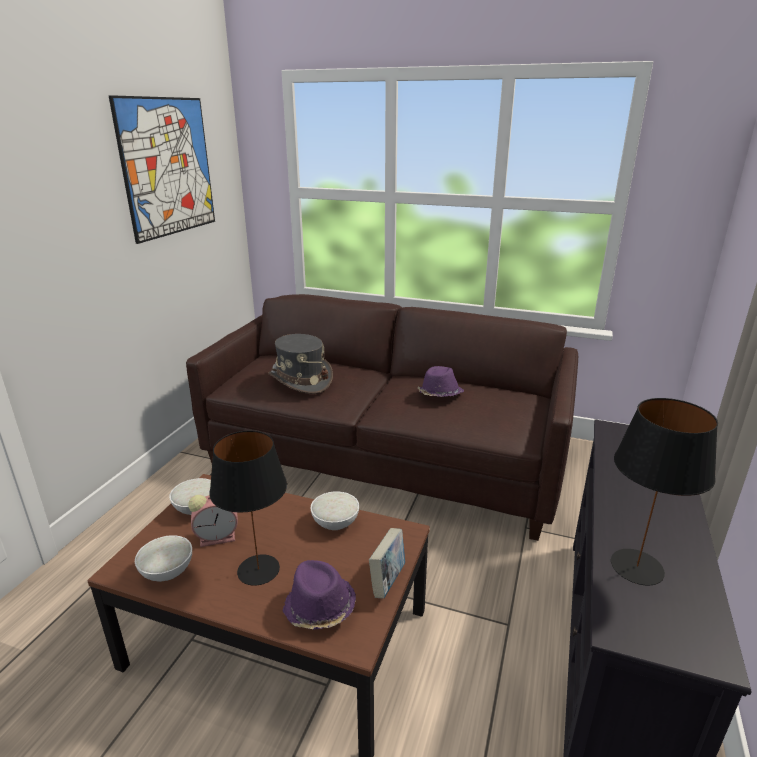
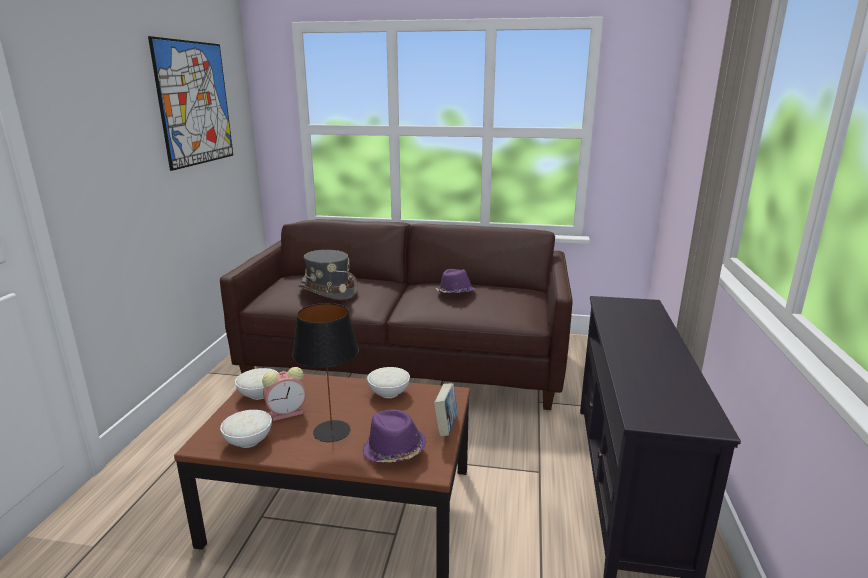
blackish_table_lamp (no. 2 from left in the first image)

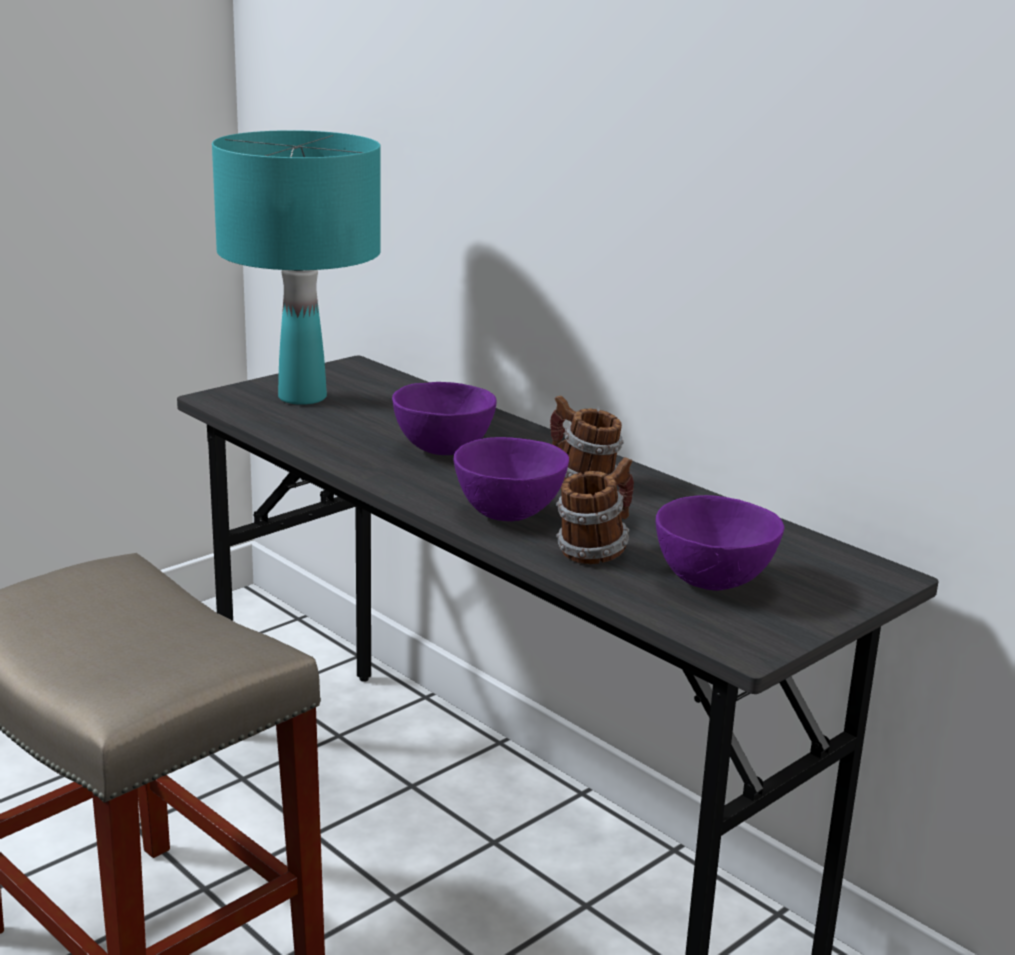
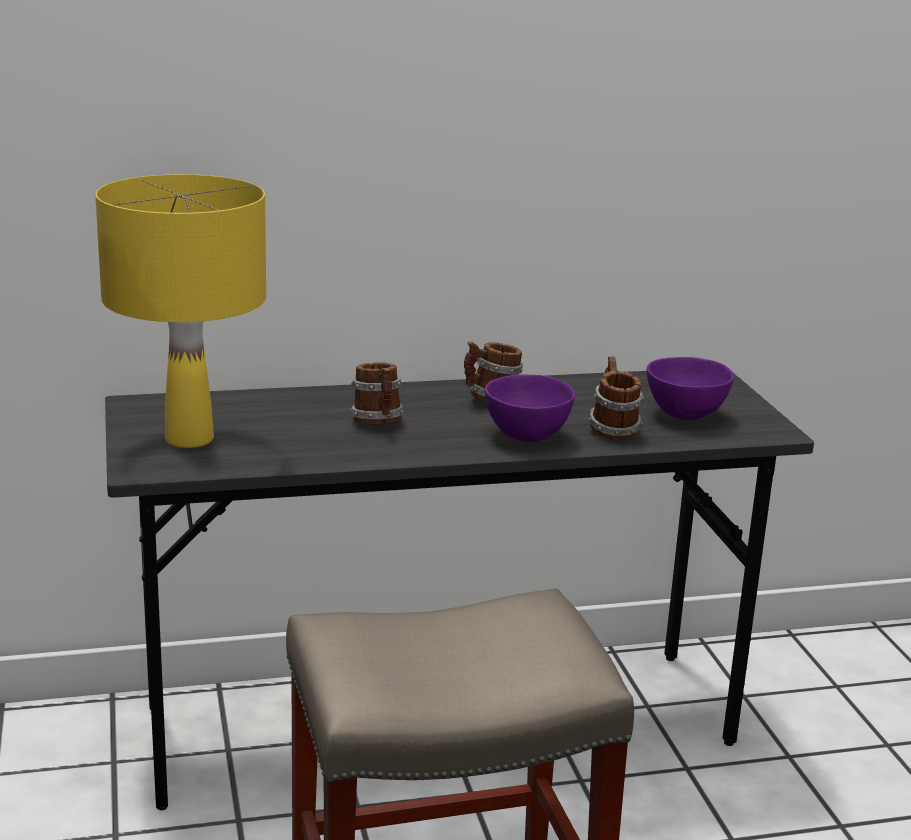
coffee_mug (no. 1 from left)
yellowish_table_lamp

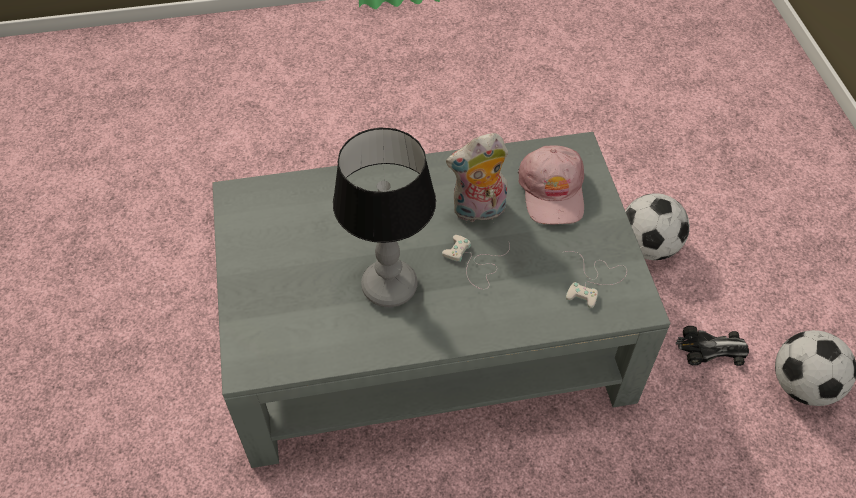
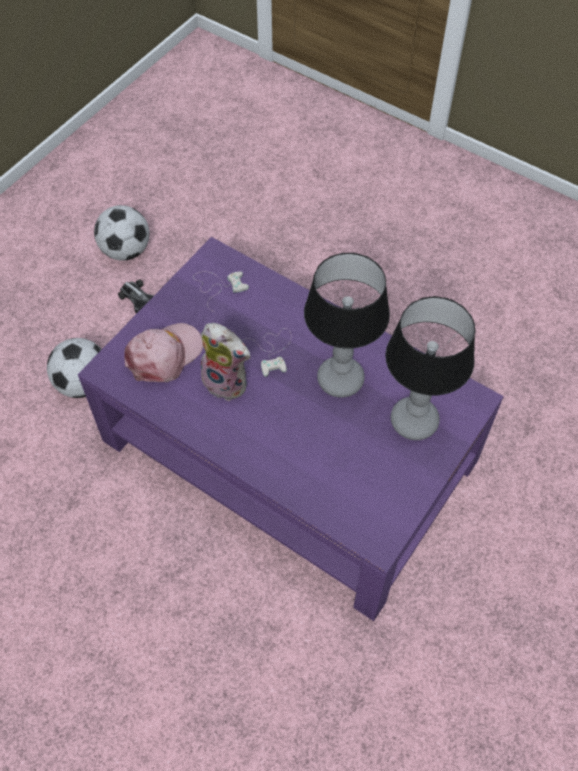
table_lamp (no. 2 from left)
purple_low_table

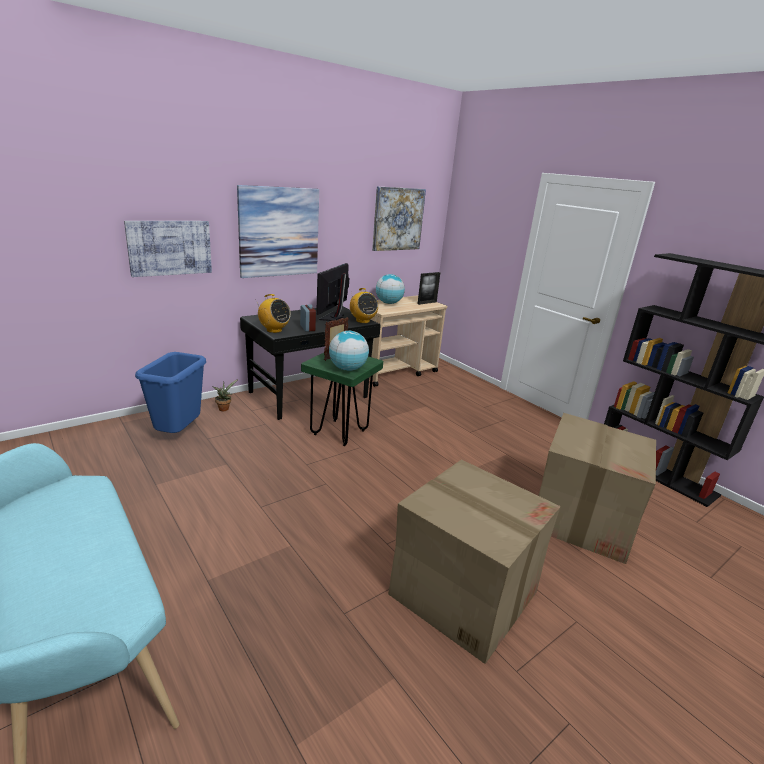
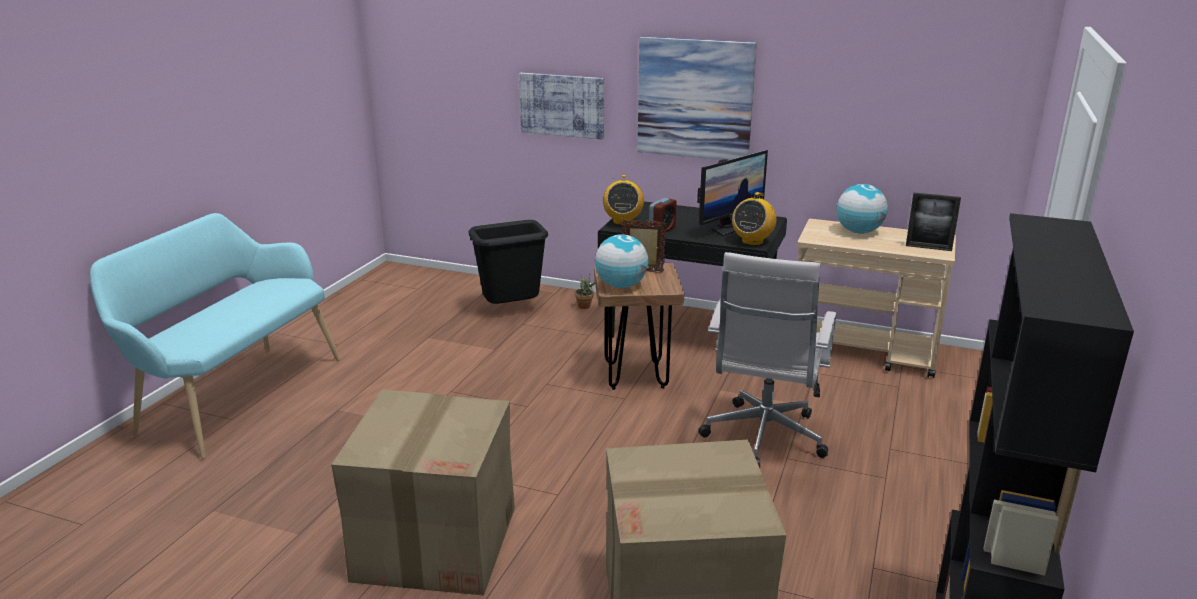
wall_art (no. 3 from left in the first image)
whitish_desk_chair
blackish_rubbish_bin
brownish_stool_seat
computer_display

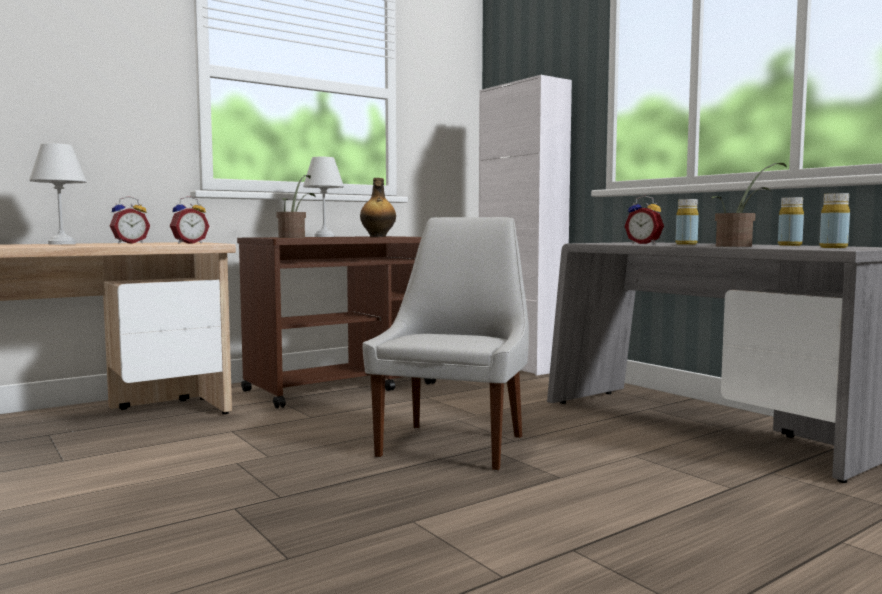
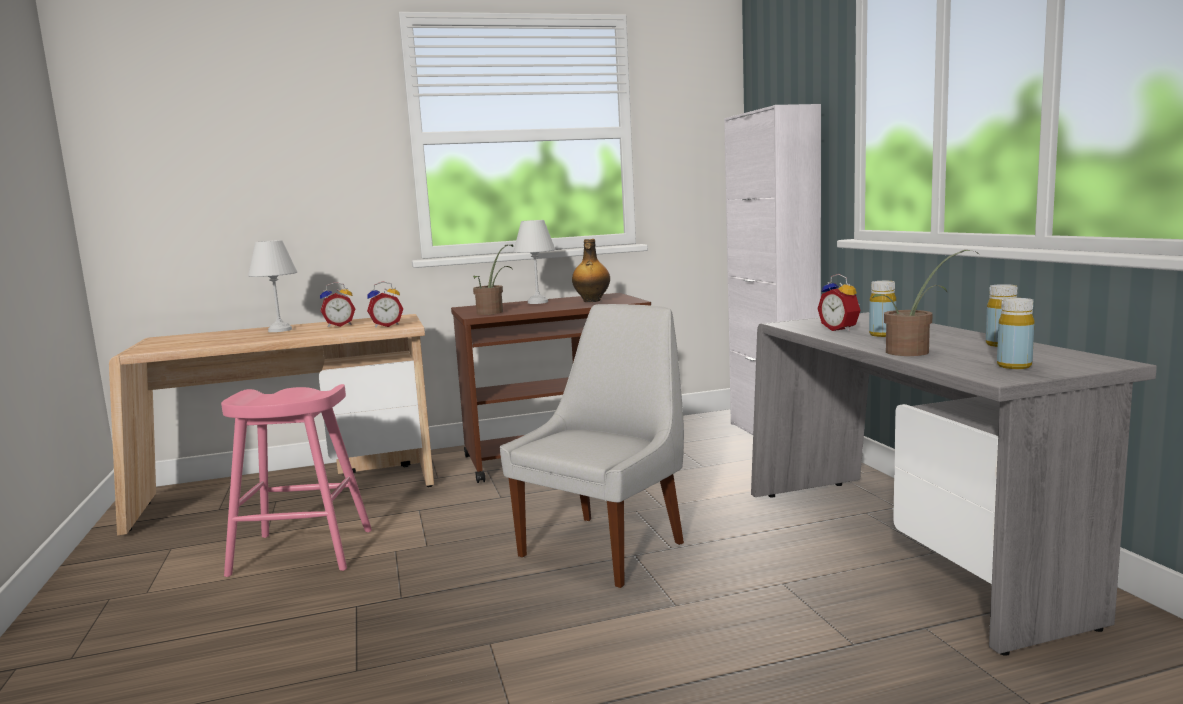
pinkish_stool_seat

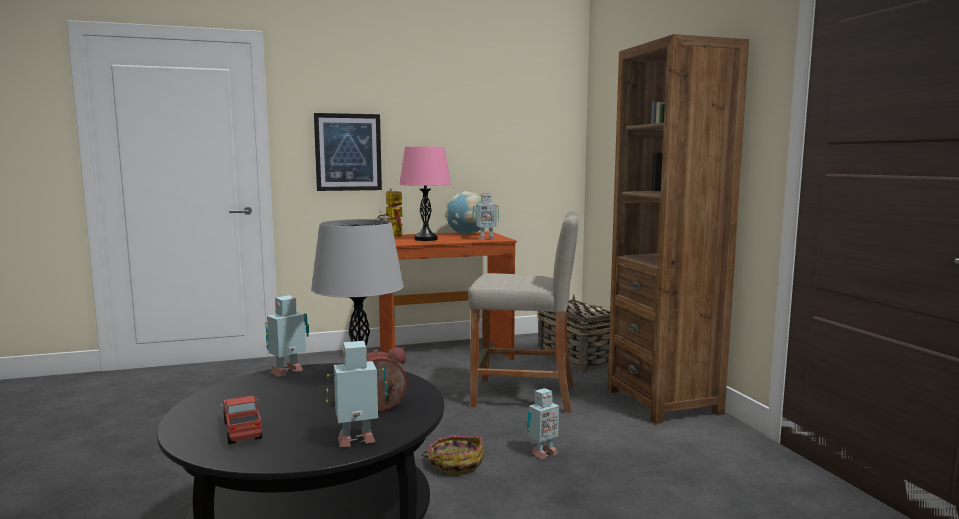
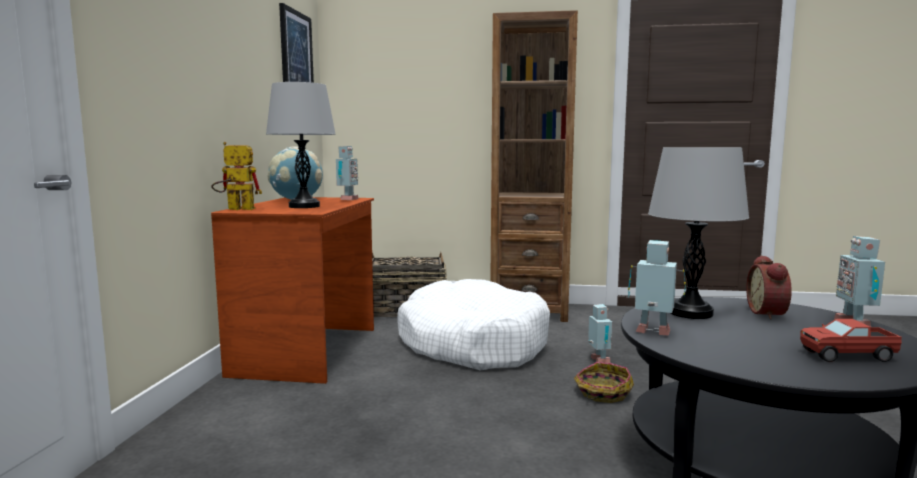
wall_art
whitish_dog_cushion
grey_table_lamp (no. 1 from left)
toy_robot (no. 4 from left)

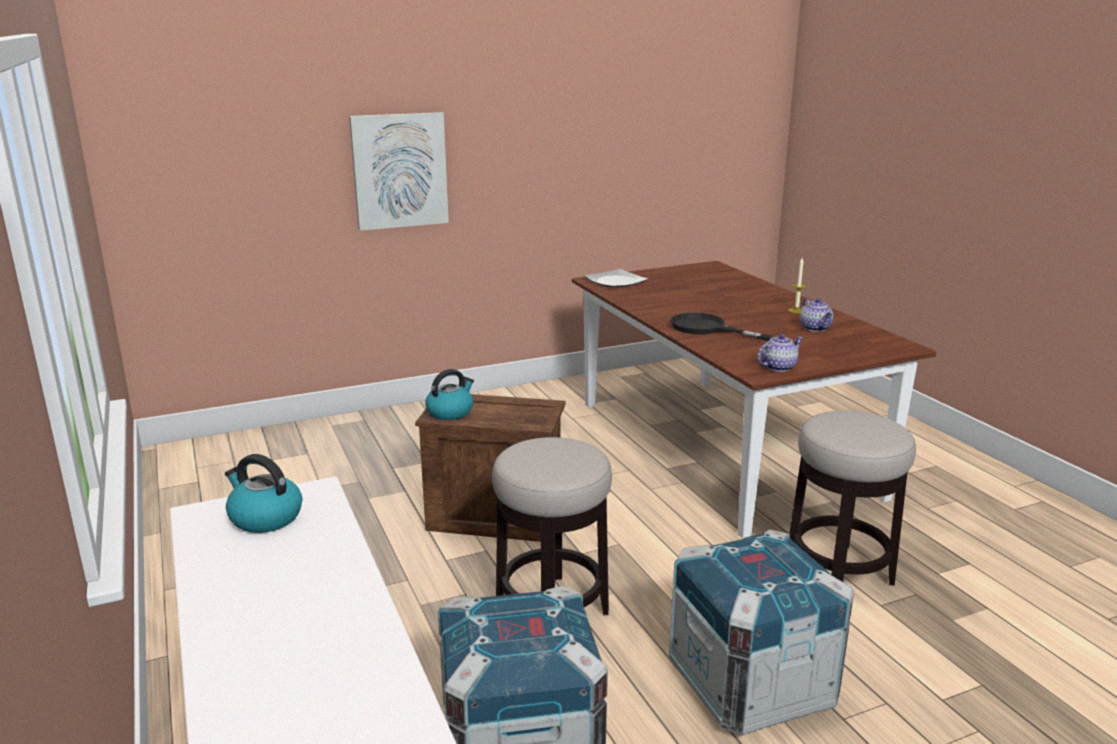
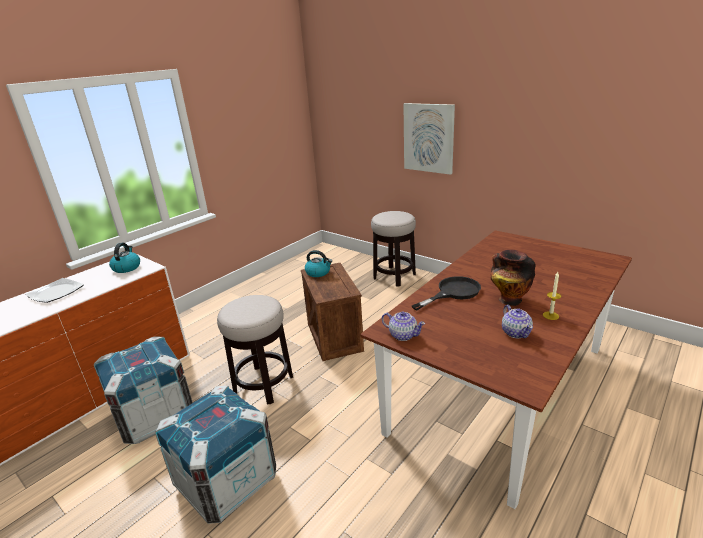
vase
dinner_plate
stool_seat (no. 2 from left)
blackish_skillet
teapot (no. 2 from left)

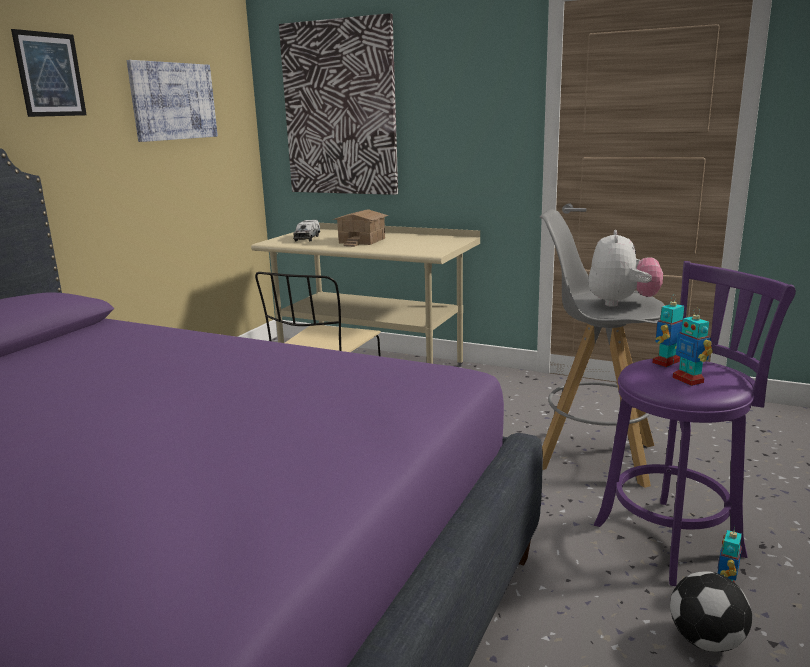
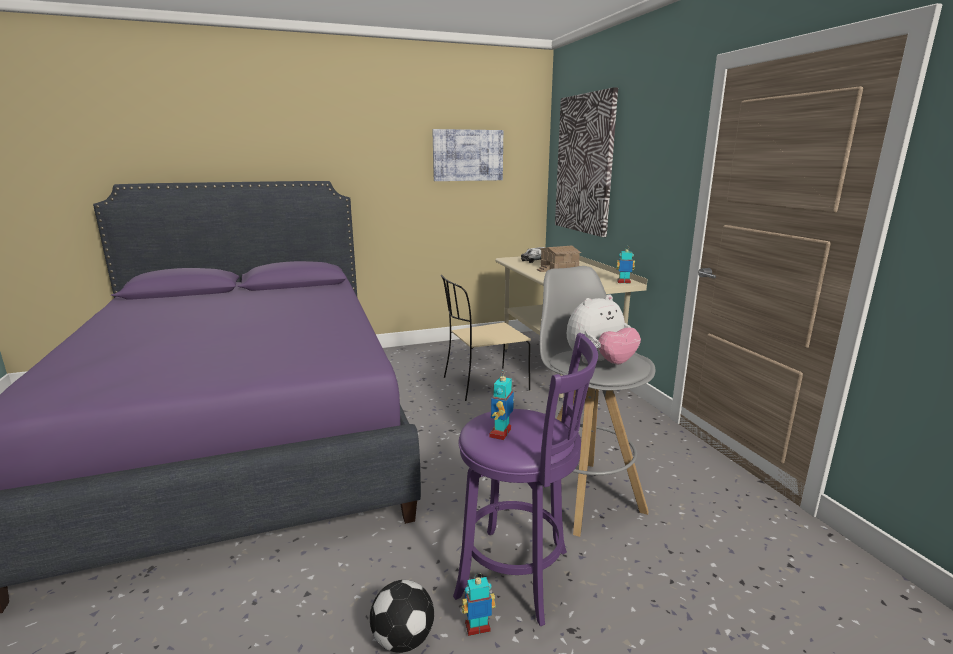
wall_art (no. 1 from left in the first image)
toy_robot (no. 3 from left)

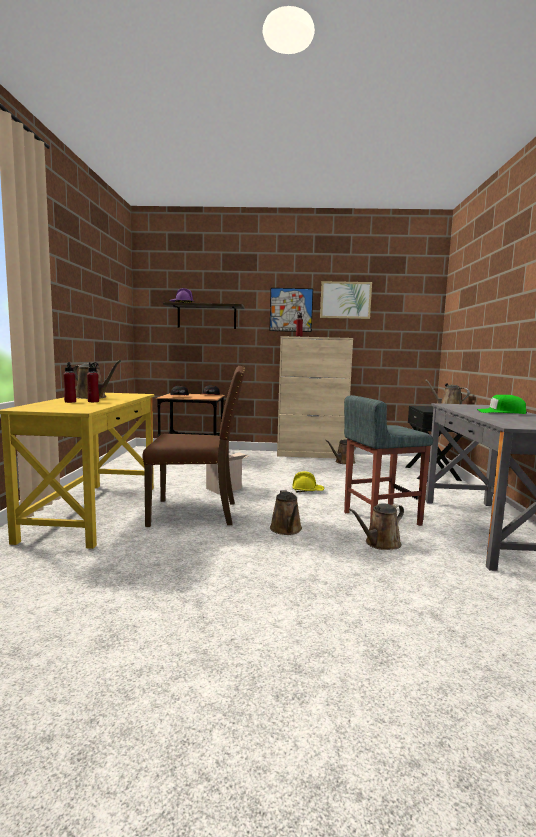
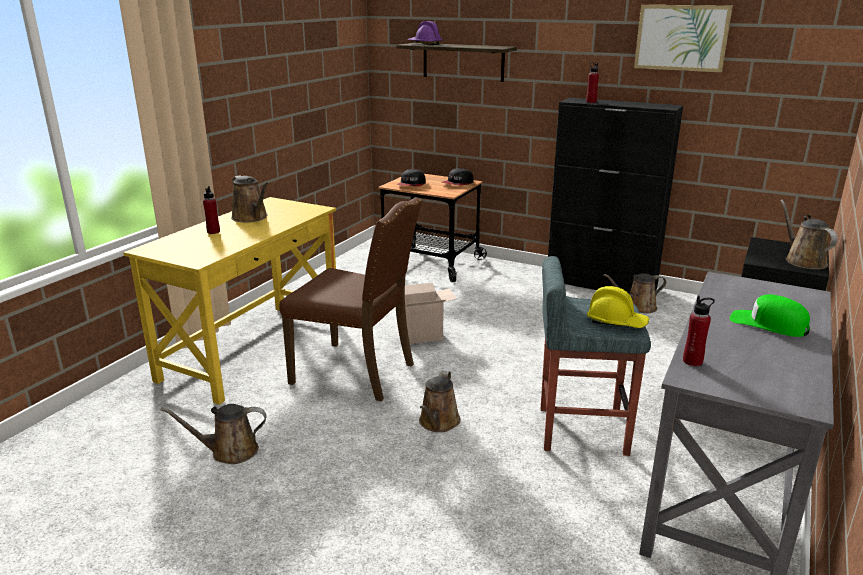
wall_art (no. 1 from left in the first image)
red_beverage_bottle (no. 3 from left)
yellowish_hard_hat
brownish_sprinkling_can (no. 1 from left)
blackish_cupboard

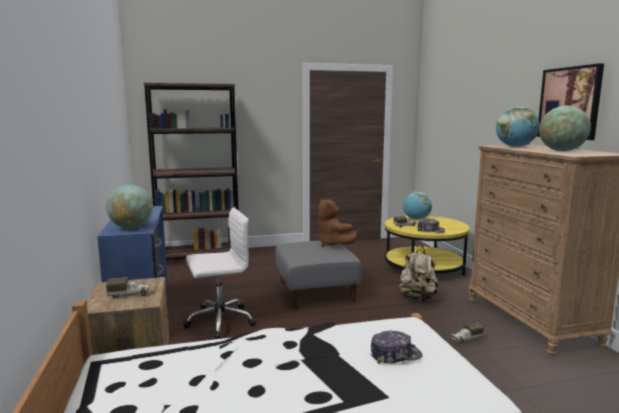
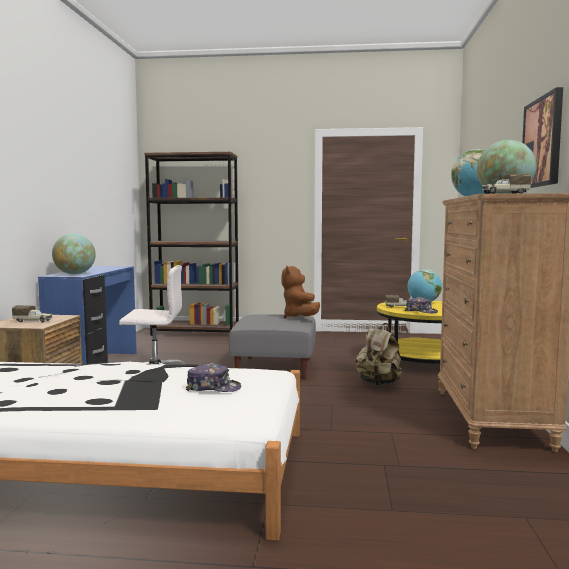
toy_lorry (no. 3 from left)

